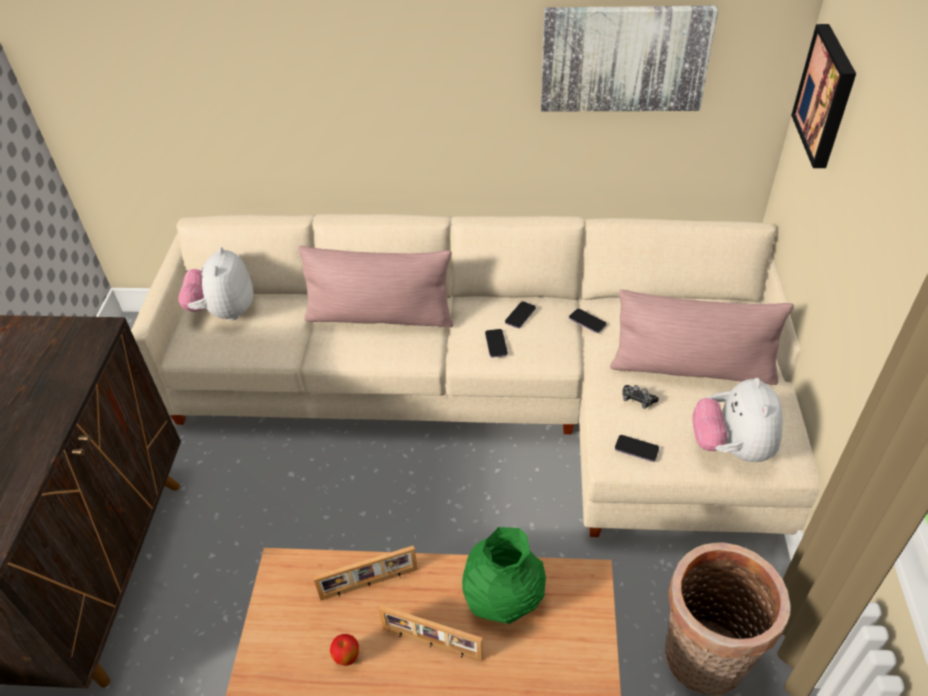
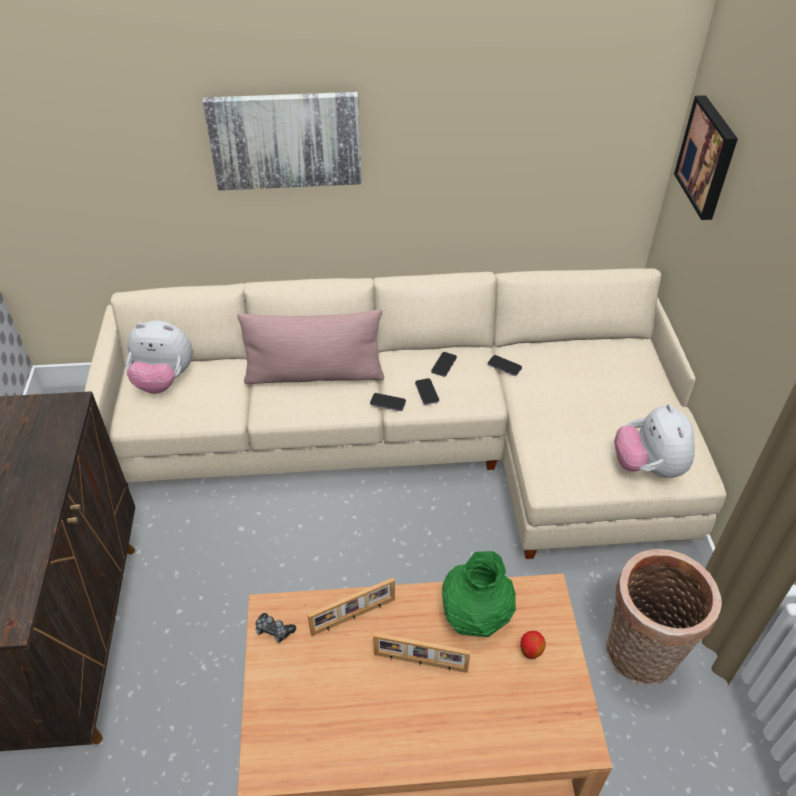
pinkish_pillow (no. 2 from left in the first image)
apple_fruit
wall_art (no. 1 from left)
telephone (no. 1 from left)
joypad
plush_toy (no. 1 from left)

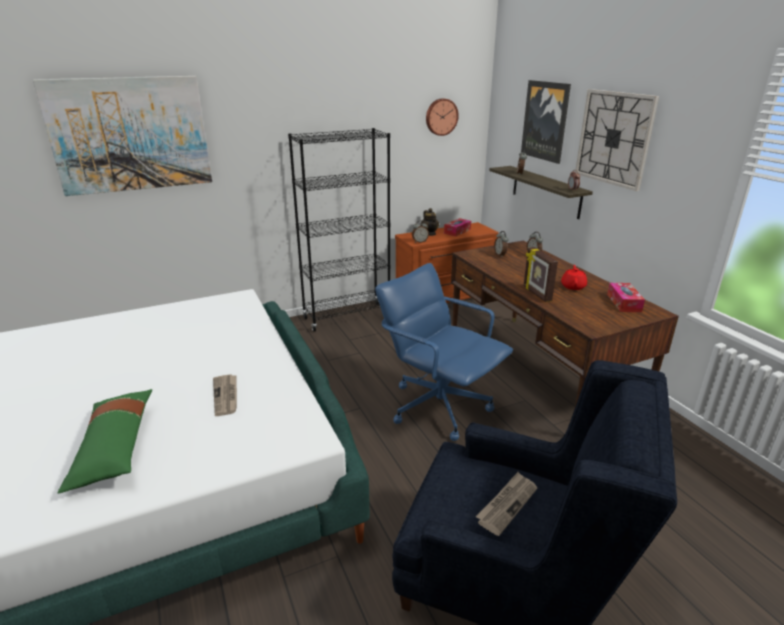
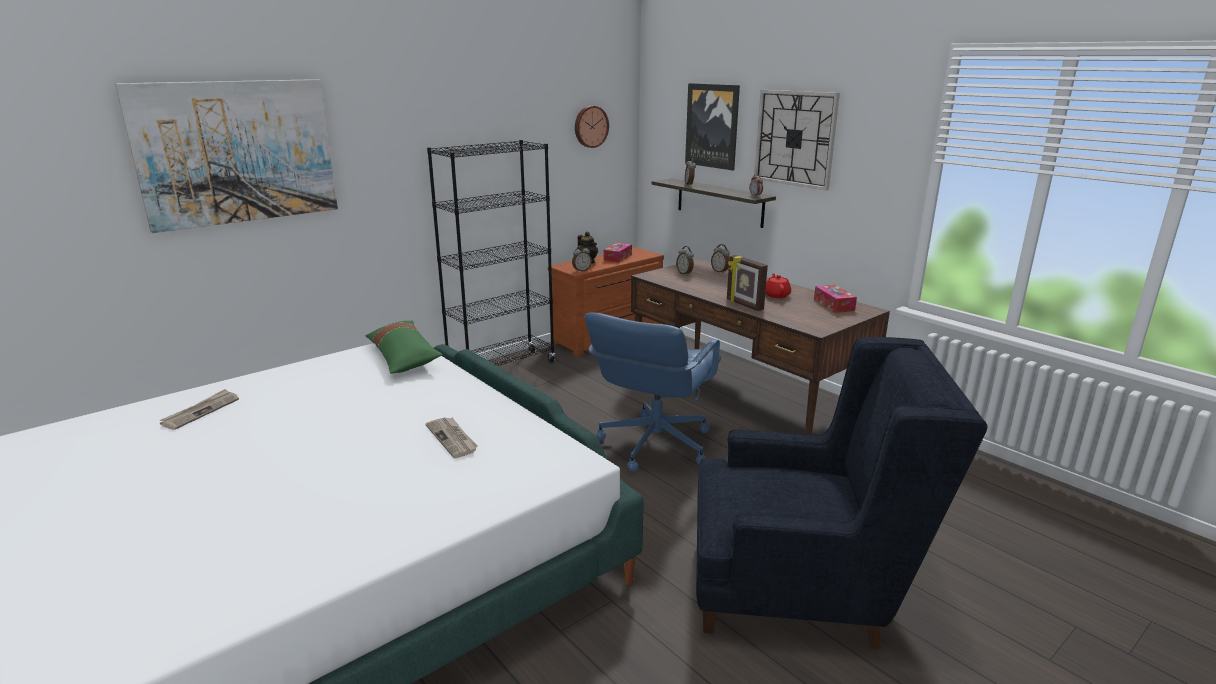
green_pillow
newspaper (no. 1 from left)
blue_desk_chair

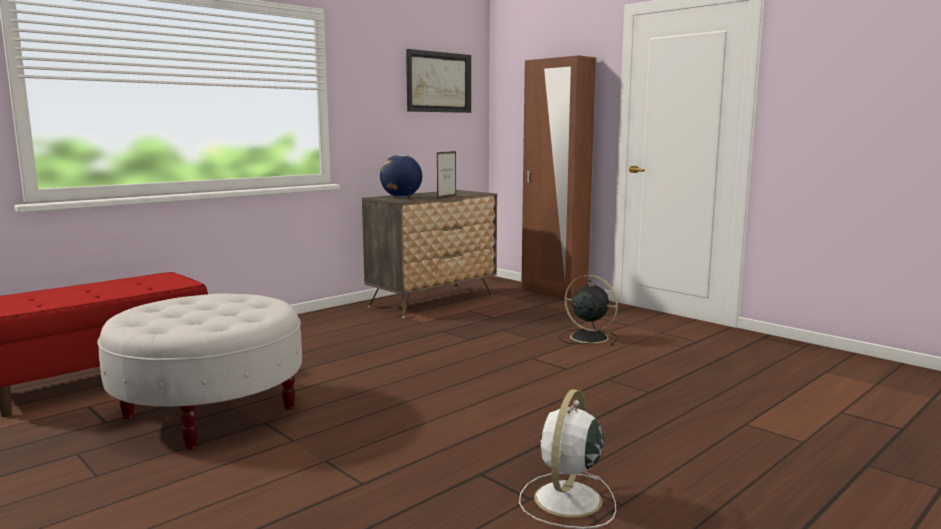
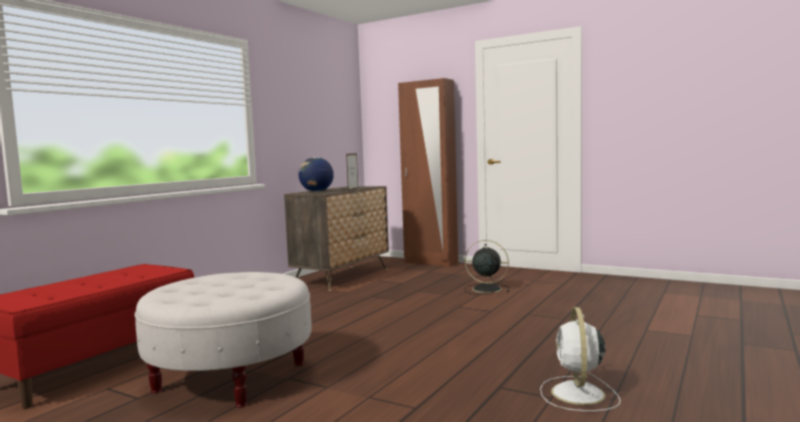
wall_art

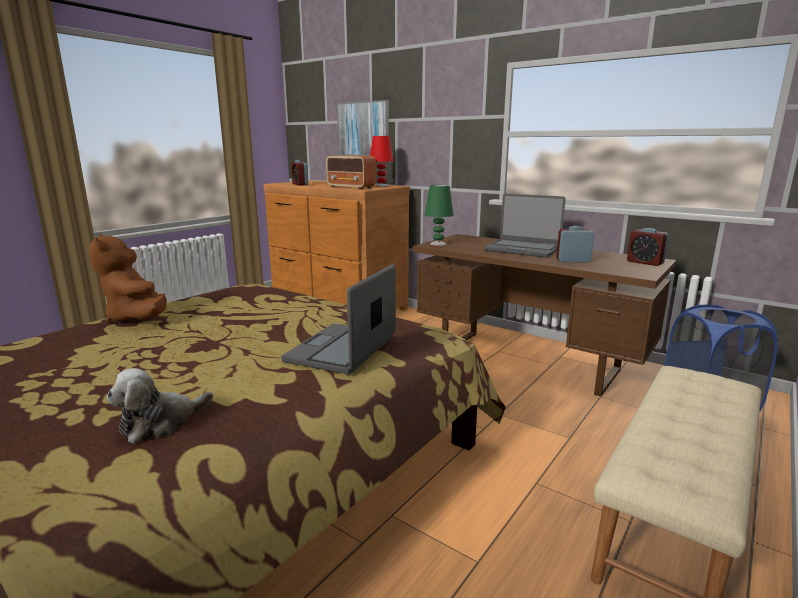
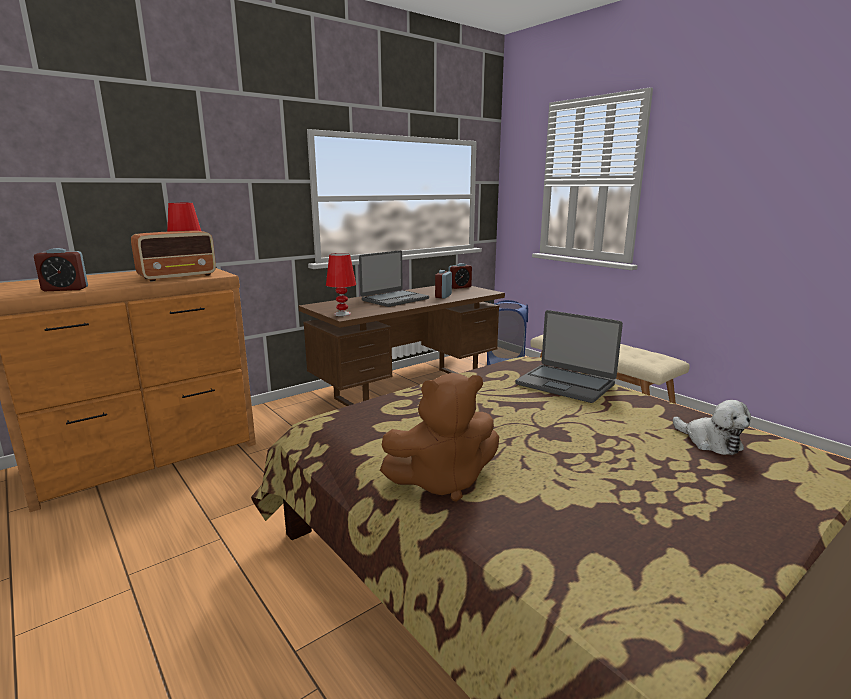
wall_art
red_table_lamp (no. 2 from left)

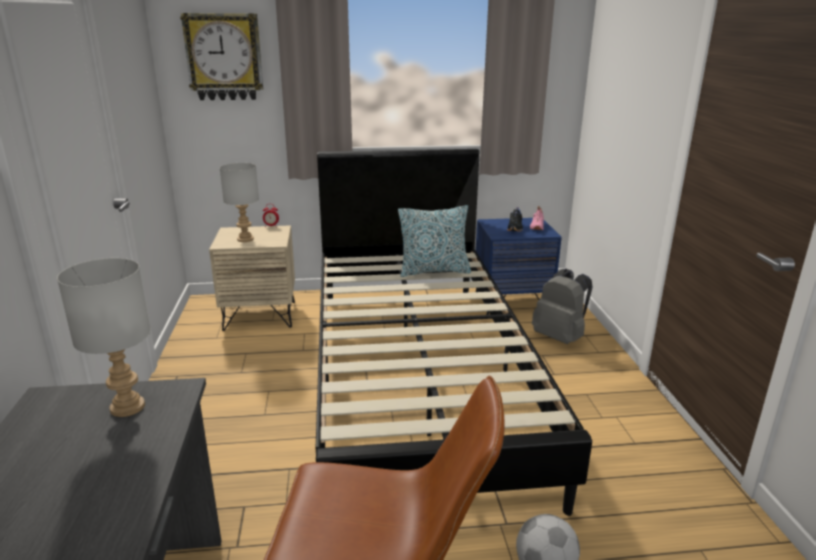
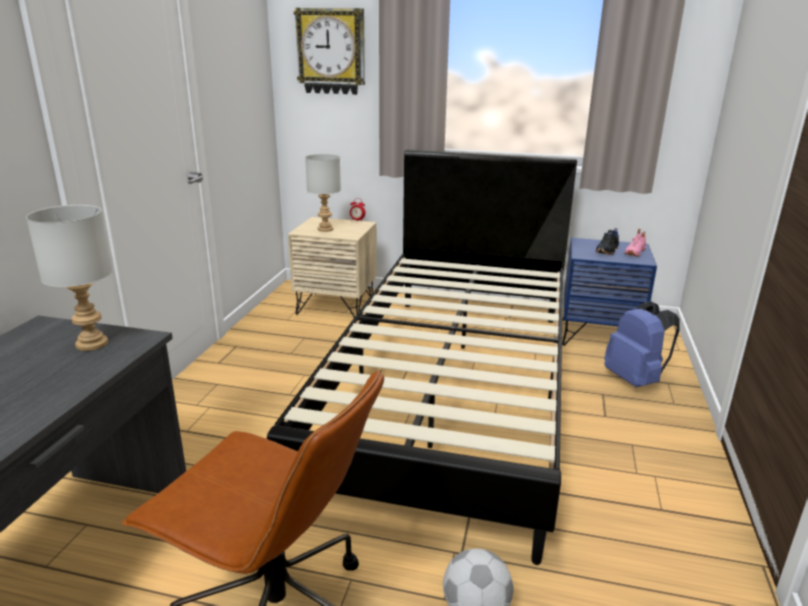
pillow
blue_knapsack

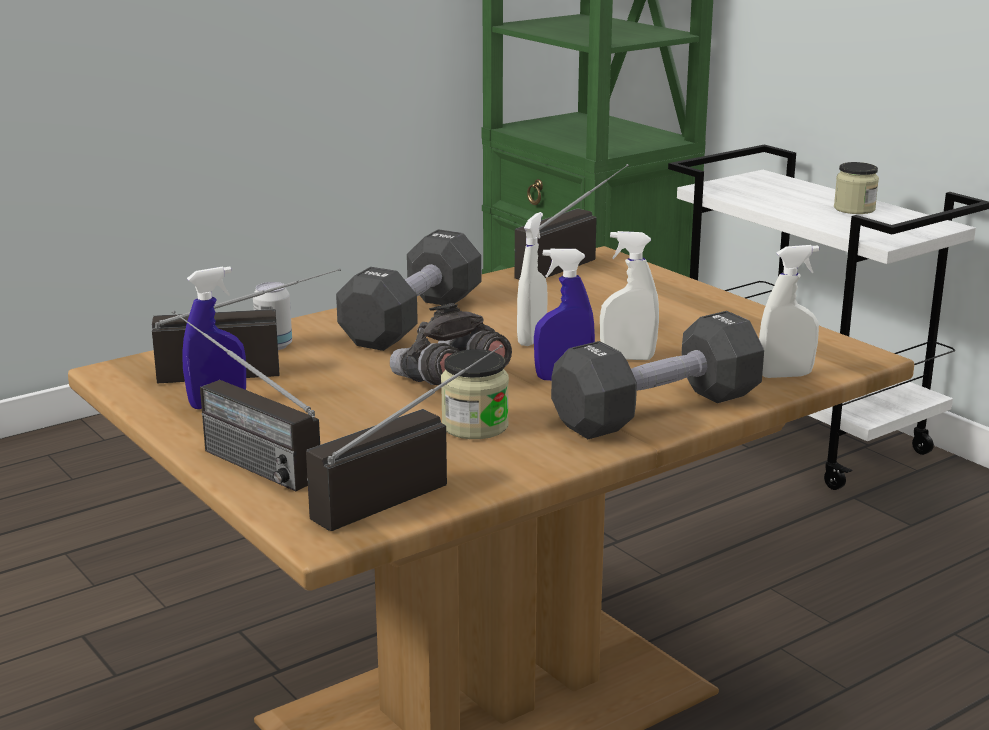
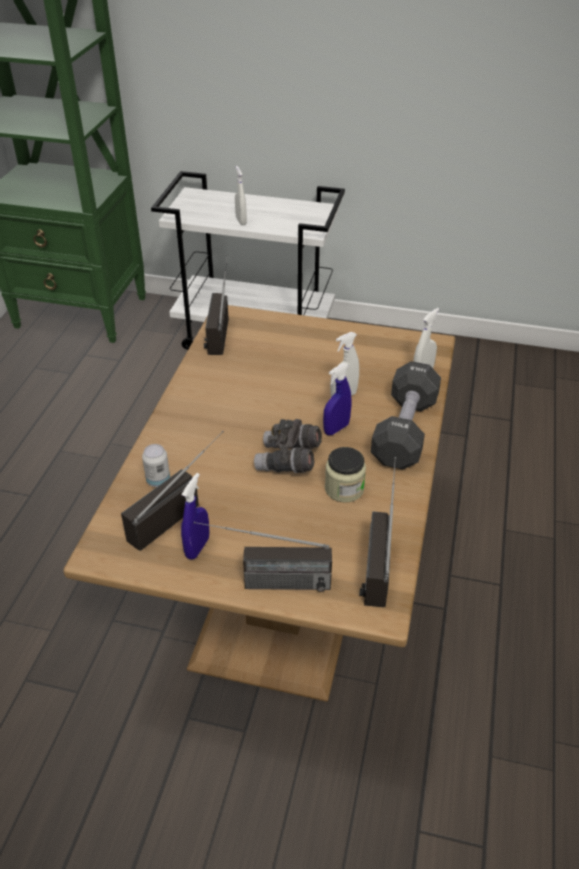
blackish_hand_weight (no. 1 from left in the first image)
preserve_jar (no. 2 from left in the first image)
whitish_hand_sprayer (no. 1 from left)

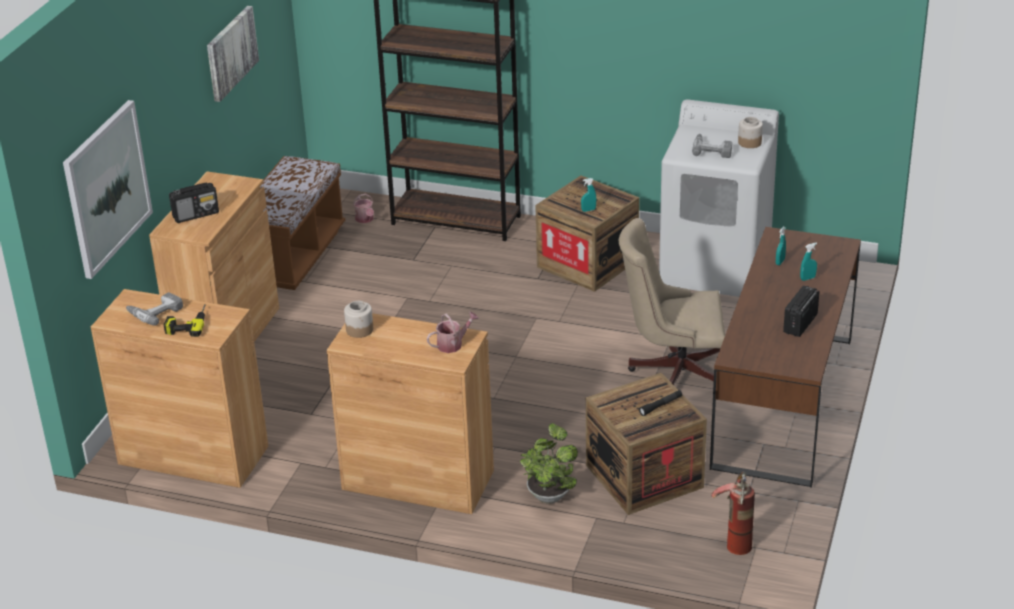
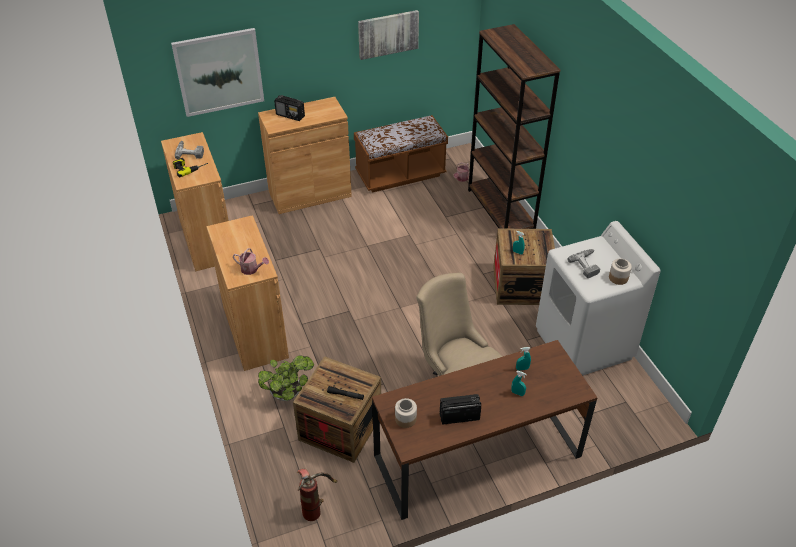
preserve_jar (no. 1 from left)

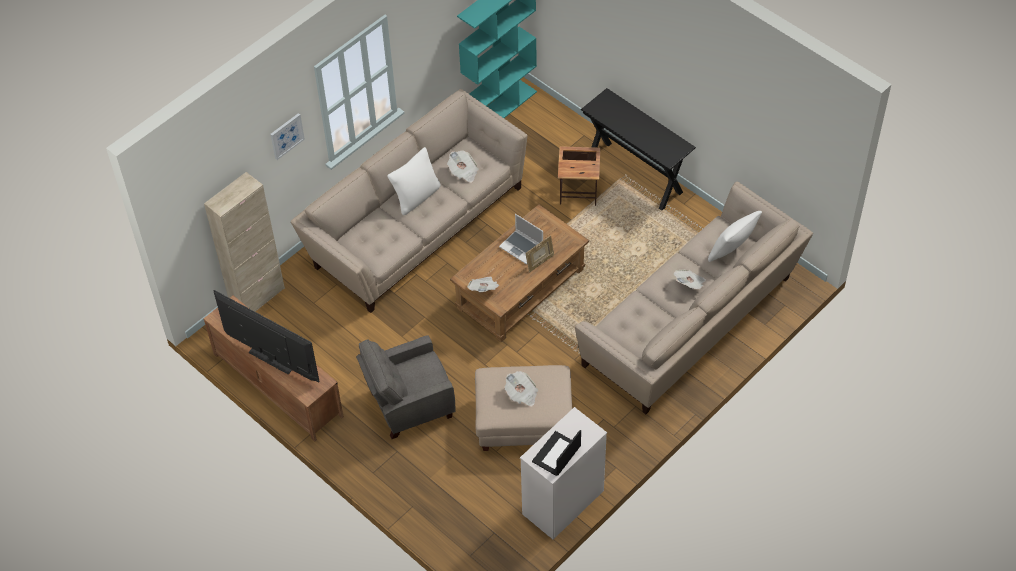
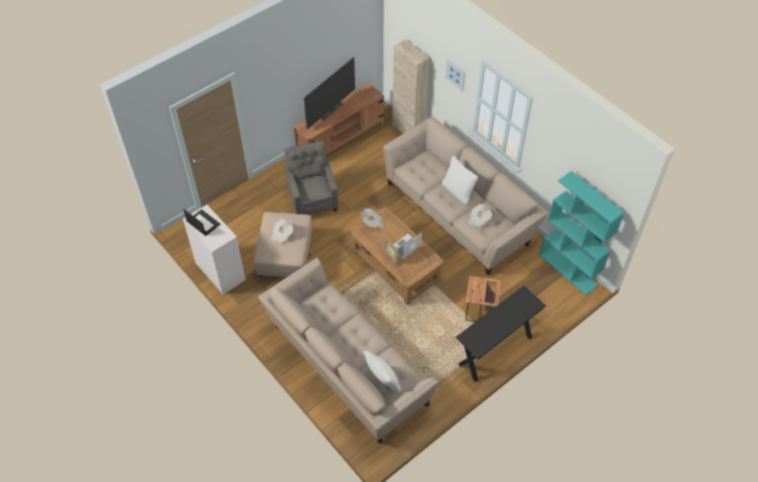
newspaper (no. 4 from left in the first image)

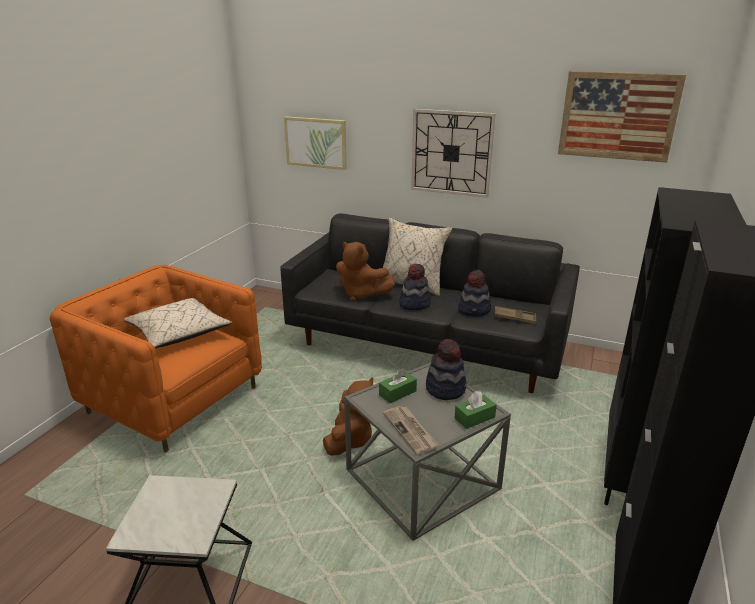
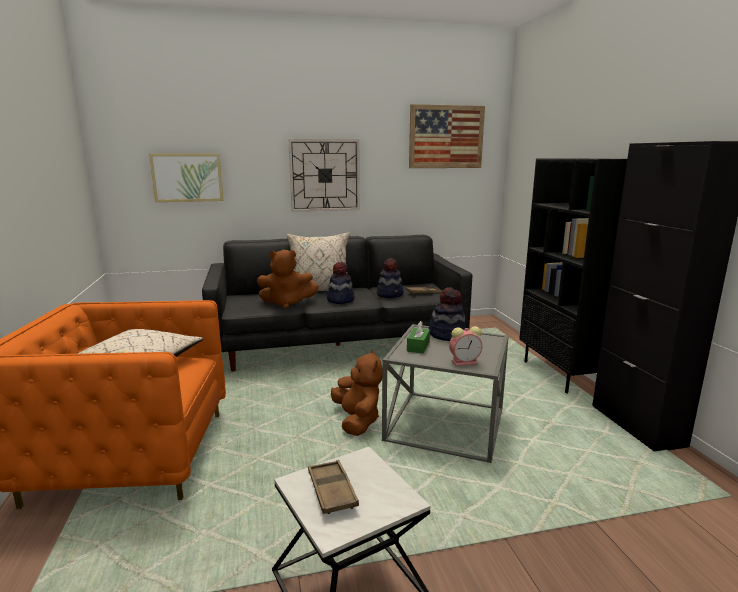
green_tissue_box (no. 2 from left in the first image)
brownish_serving_tray (no. 1 from left)
bedside_clock

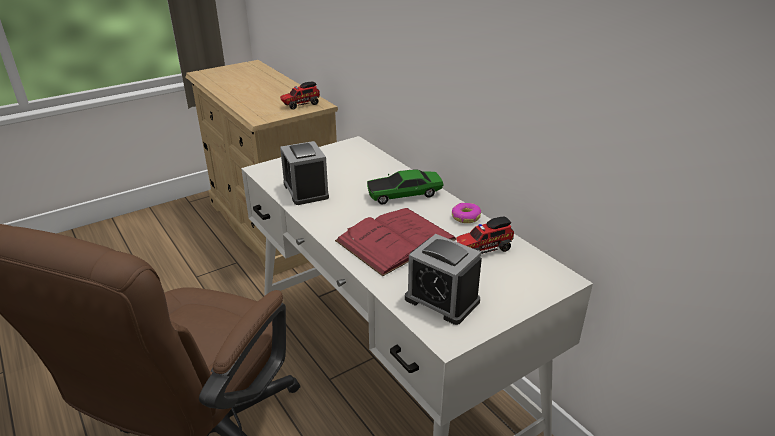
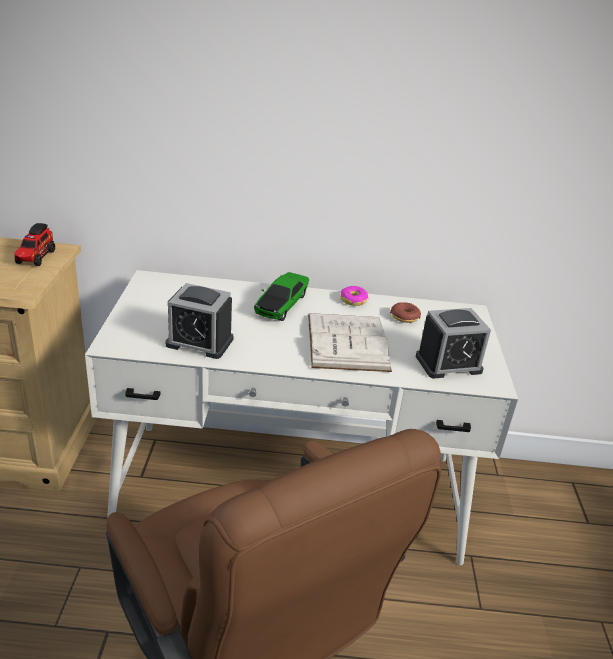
ring_doughnut (no. 2 from left)
whitish_book

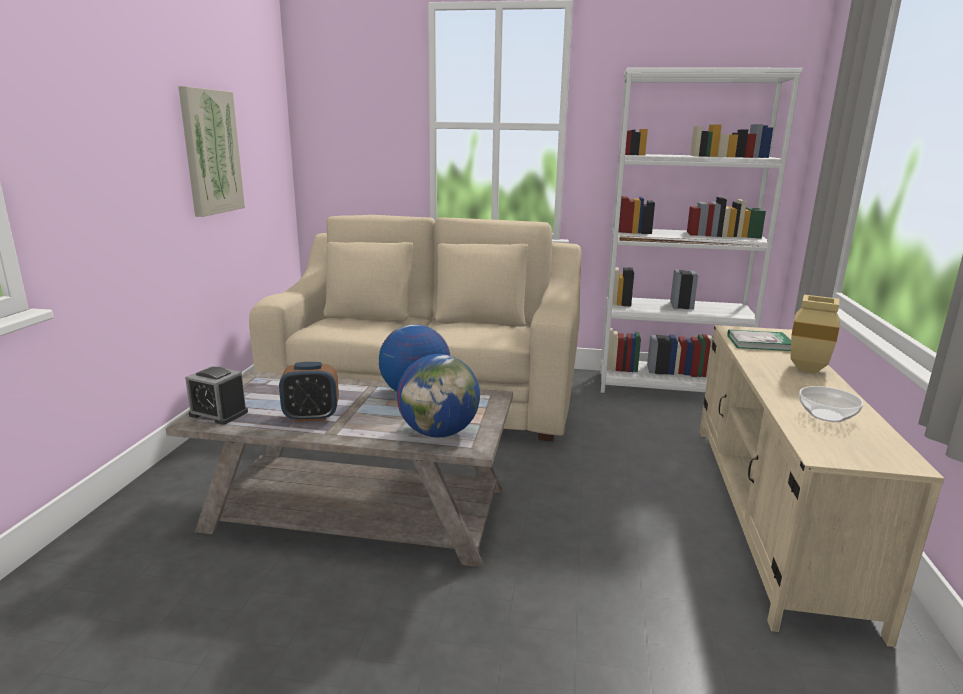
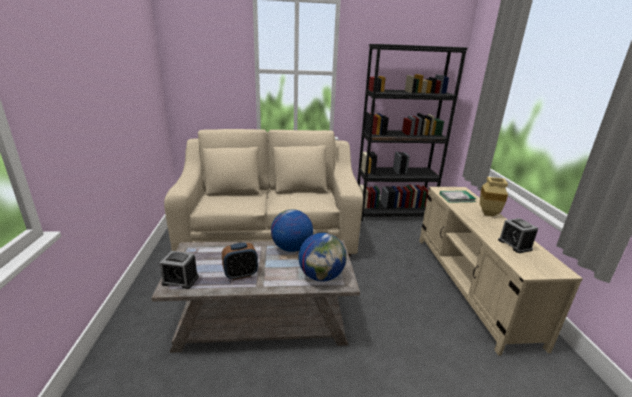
wall_art
bedside_clock (no. 3 from left)
blackish_bookcase

